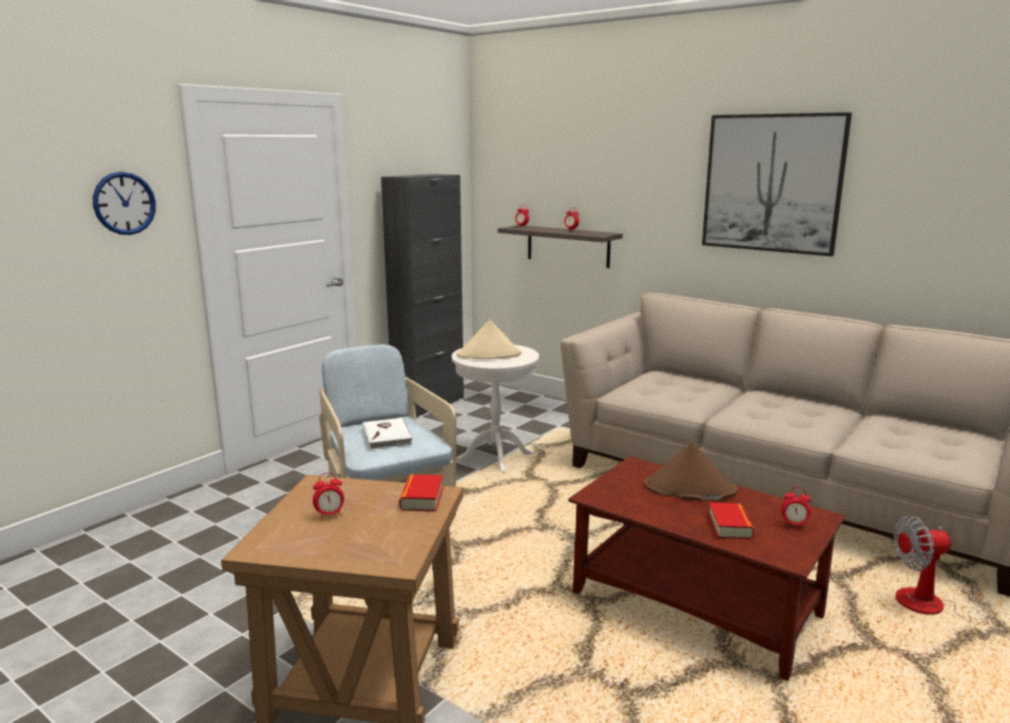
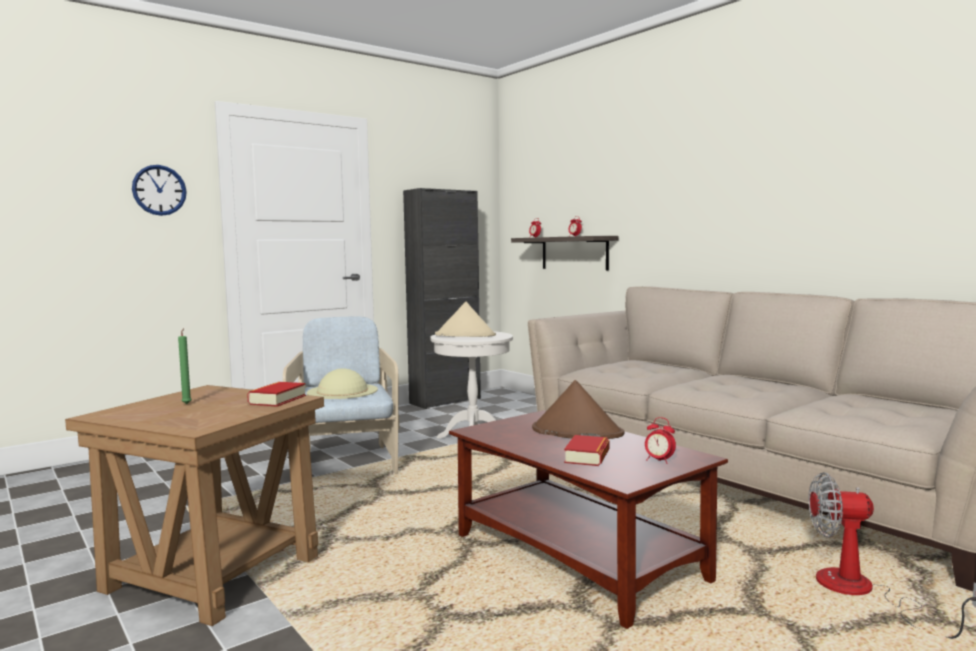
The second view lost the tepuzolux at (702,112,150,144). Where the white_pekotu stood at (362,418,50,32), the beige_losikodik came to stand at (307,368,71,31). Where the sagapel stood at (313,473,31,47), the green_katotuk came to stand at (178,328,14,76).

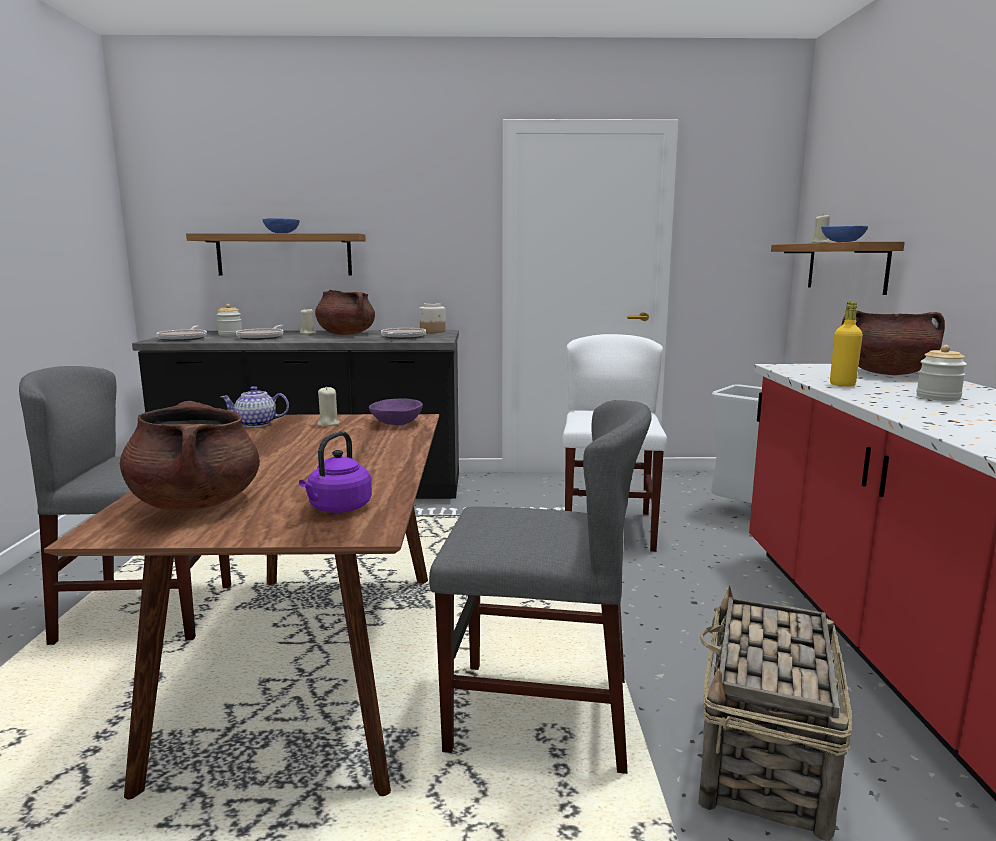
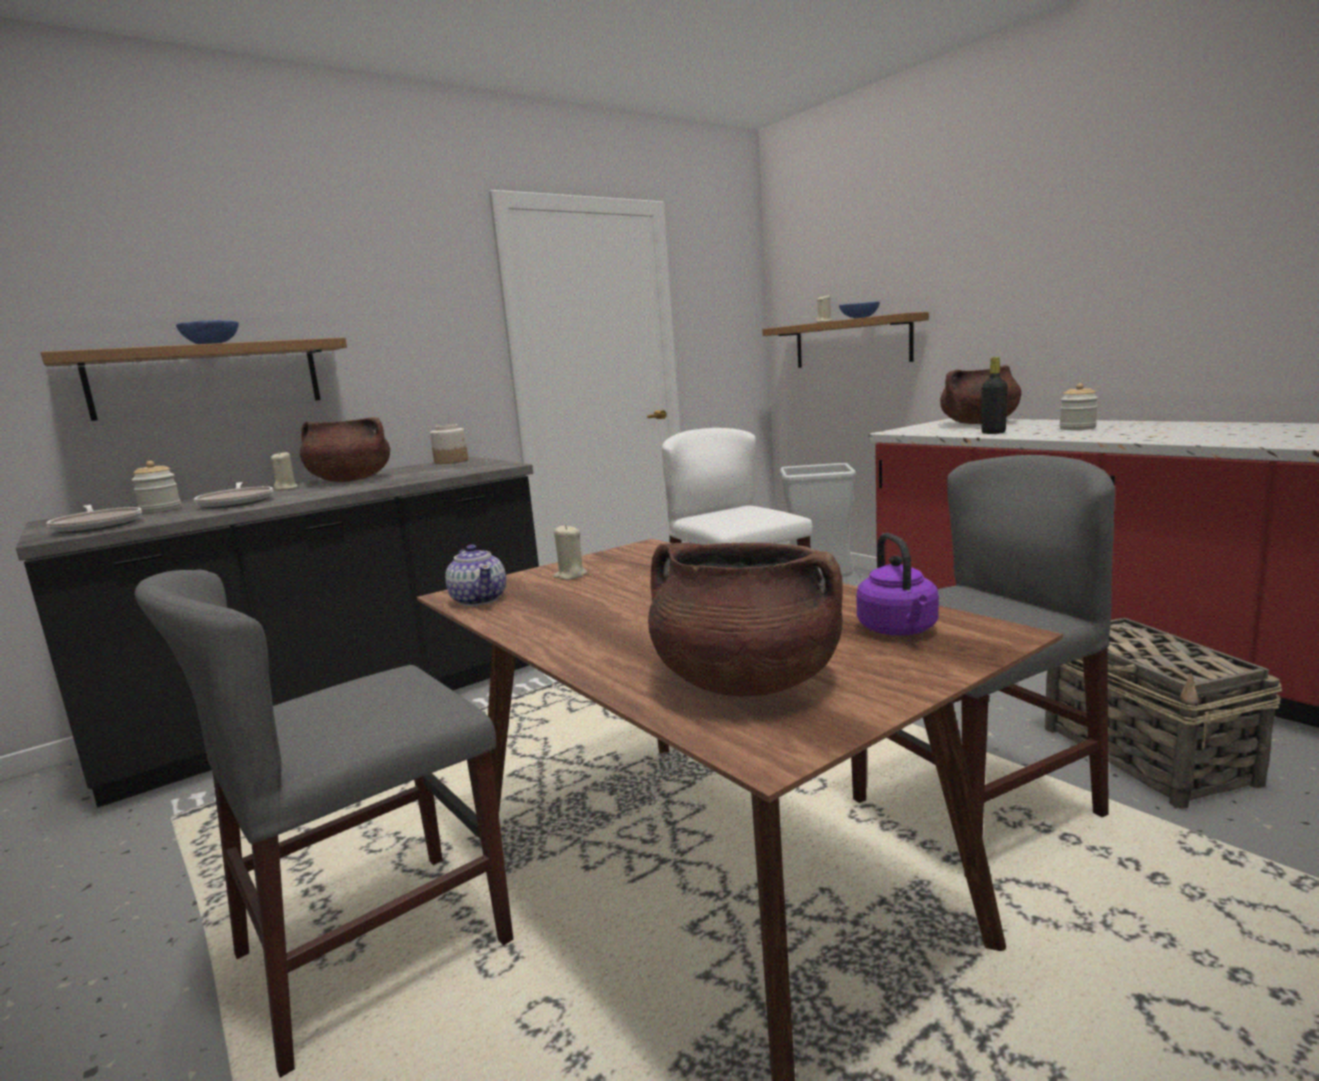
What was the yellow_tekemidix at (830,302,33,85) turned into the black_tekemidix at (981,357,27,77). The second view lost the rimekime at (381,328,45,11). The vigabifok at (220,386,69,41) ended up facing another way, 75 degrees counterclockwise from before. The second view lost the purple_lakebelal at (369,398,54,27).

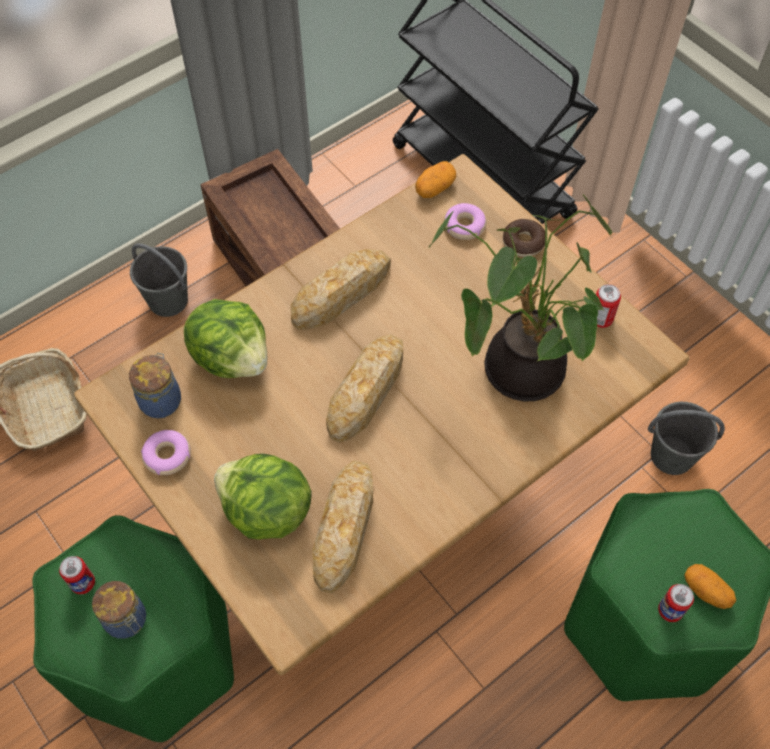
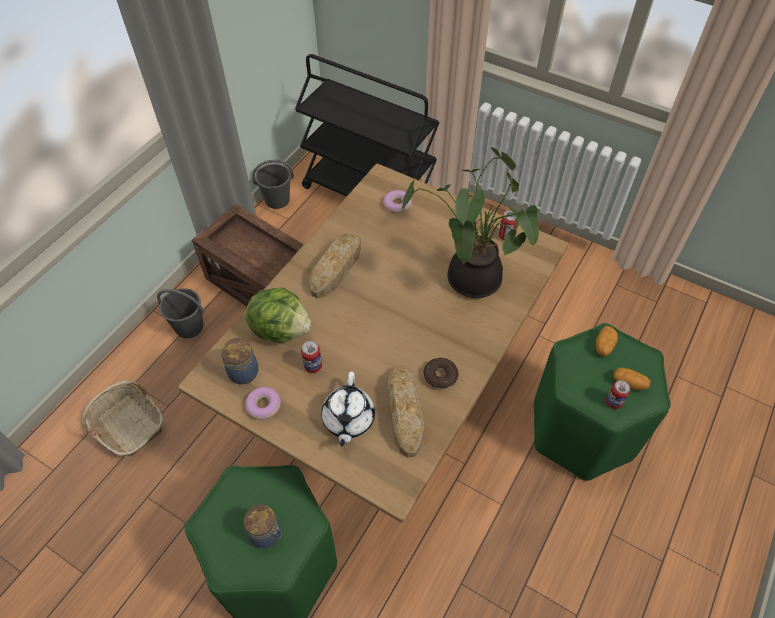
The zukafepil ended up elsewhere, having gone from (415,161,41,37) to (596,326,22,30). The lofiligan ended up elsewhere, having gone from (503,219,42,38) to (423,358,36,32). The second view lost the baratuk at (326,335,77,108). The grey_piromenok ended up elsewhere, having gone from (648,402,77,73) to (252,160,42,49). Where the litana stood at (214,454,98,86), the white_vigabifok came to stand at (321,371,54,76). The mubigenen ended up elsewhere, having gone from (59,556,36,38) to (301,341,21,32).

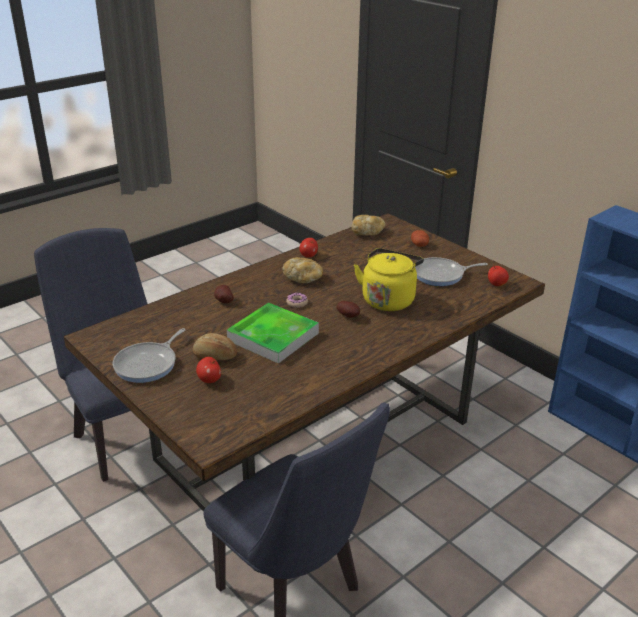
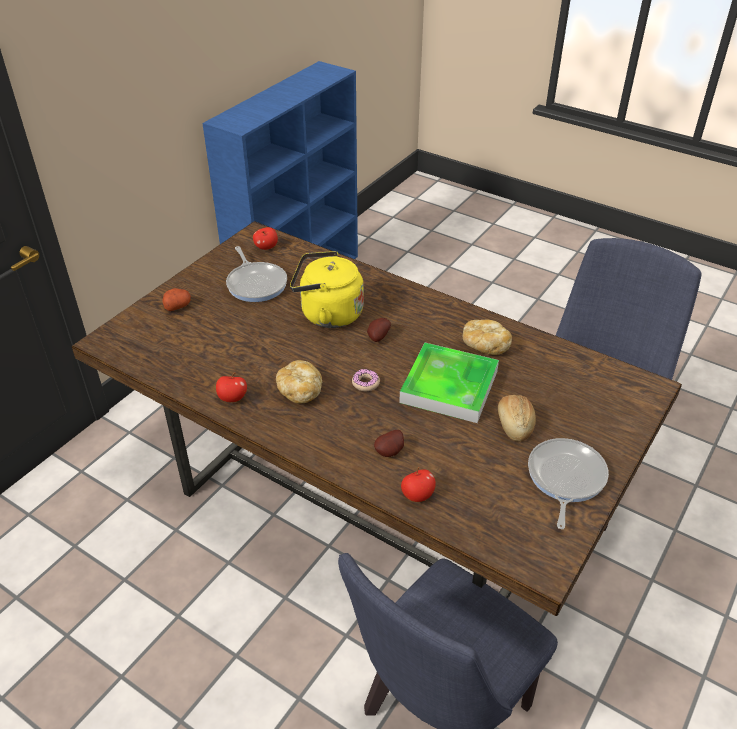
The baratuk ended up elsewhere, having gone from (351,215,35,21) to (463,319,49,36). The rimekime at (112,328,74,55) ended up facing another way, 90 degrees counterclockwise from before. The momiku ended up elsewhere, having gone from (196,357,25,26) to (401,467,35,35).

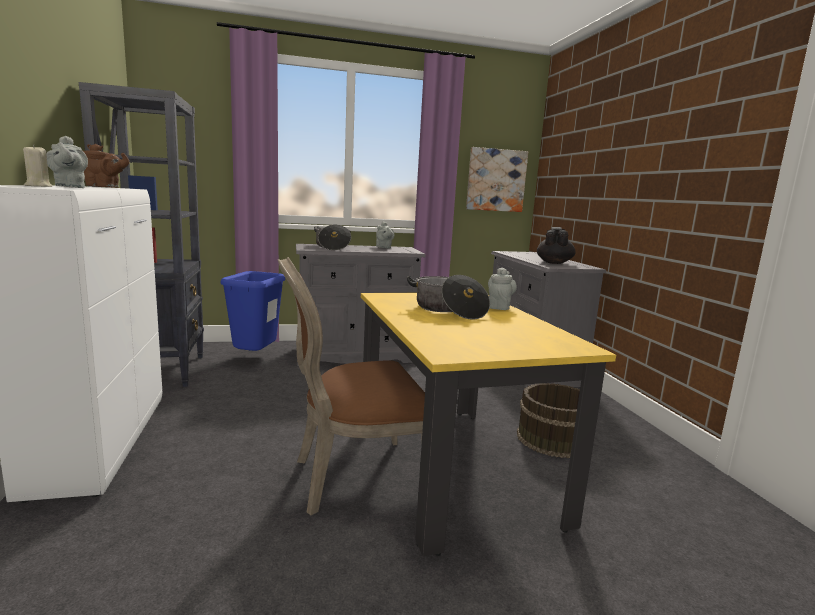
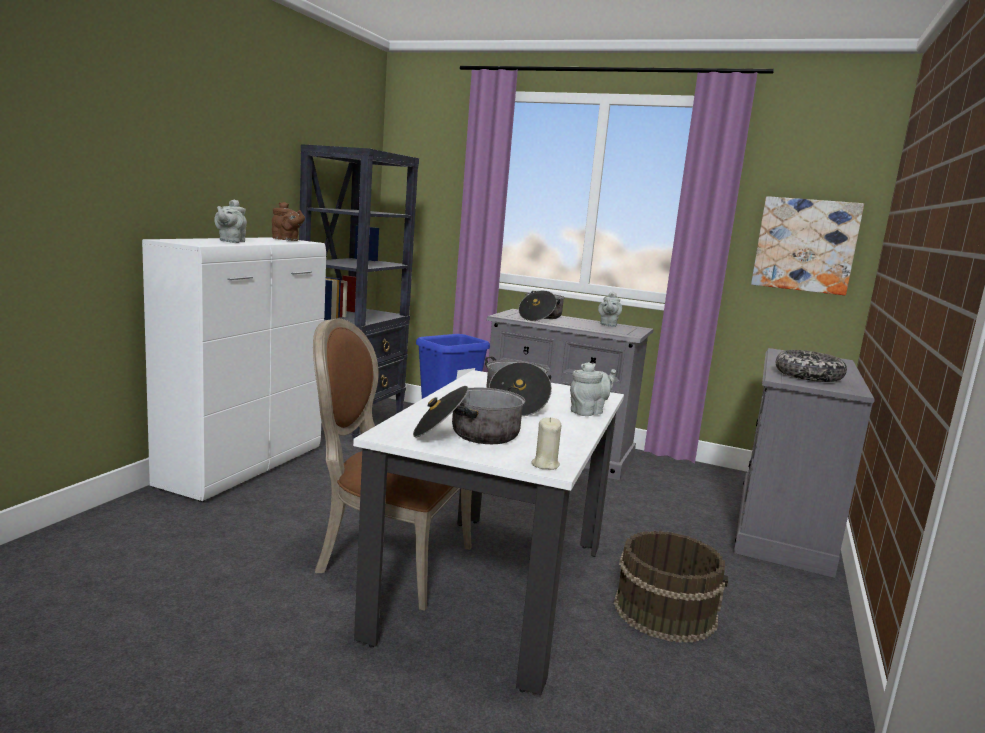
The beige_katotuk ended up elsewhere, having gone from (23,144,30,43) to (531,417,30,53). Where the black_vigabifok stood at (537,227,39,37), the lakebelal came to stand at (776,350,71,32). What was the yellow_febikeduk at (361,293,255,264) turned into the white_febikeduk at (353,370,271,325). The second view gained the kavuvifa at (413,386,112,58).

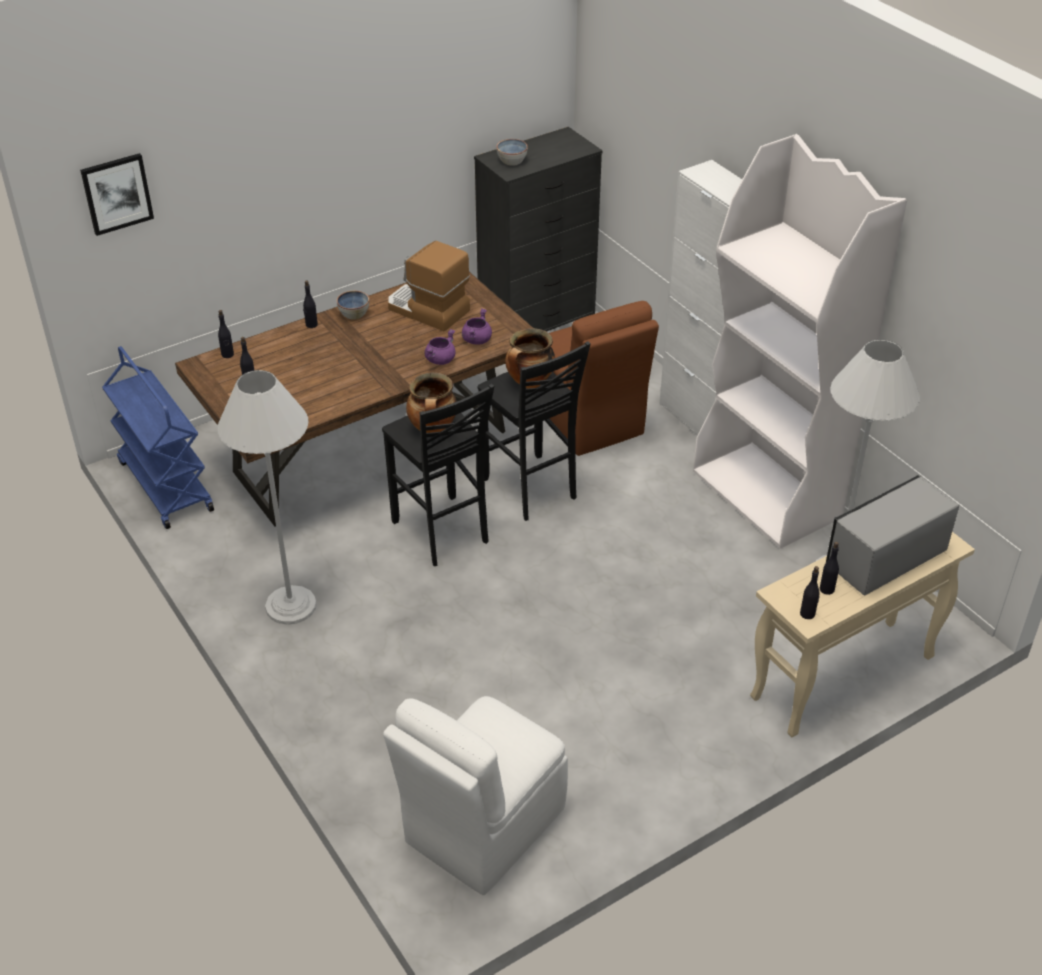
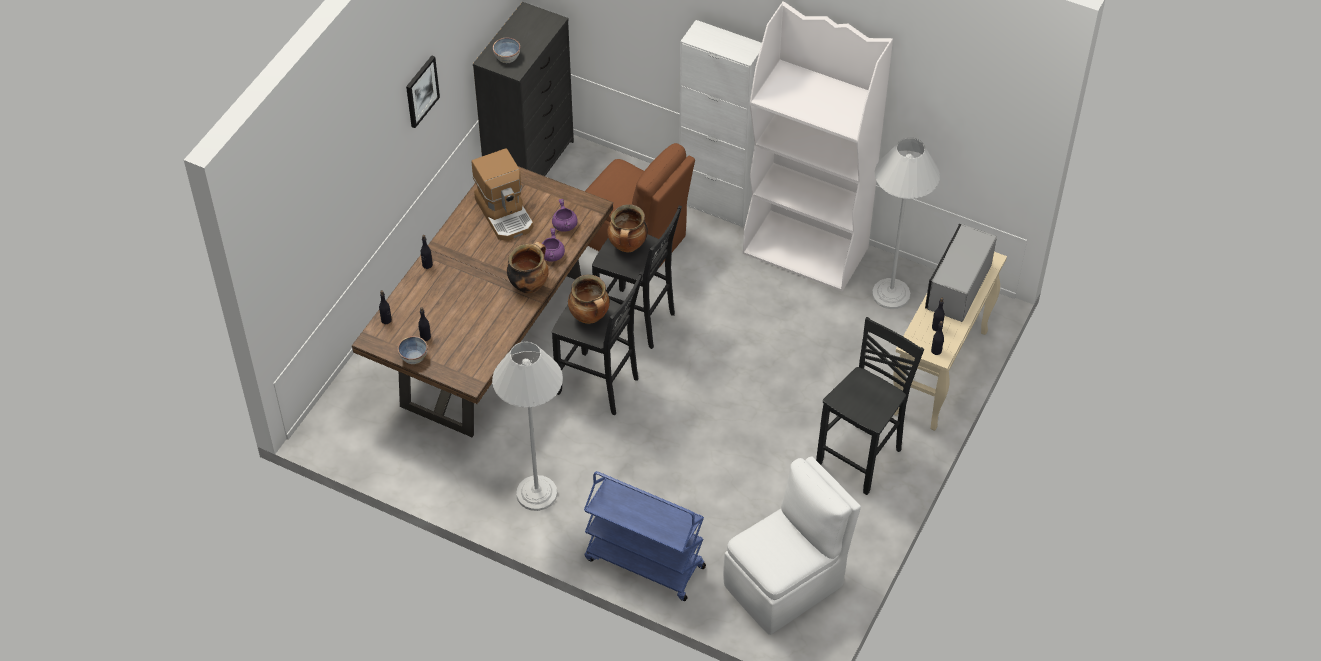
The tepuzolux ended up elsewhere, having gone from (80,153,74,83) to (406,56,34,72). The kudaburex at (388,241,82,91) ended up facing another way, 120 degrees counterclockwise from before. The lakebelal ended up elsewhere, having gone from (336,291,33,28) to (398,336,29,28). The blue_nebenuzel ended up elsewhere, having gone from (102,346,112,183) to (584,471,122,130). The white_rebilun at (383,696,185,199) ended up facing another way, 135 degrees counterclockwise from before. The second view gained the kavuvifa at (507,241,42,52). The second view gained the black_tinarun at (816,317,108,178).

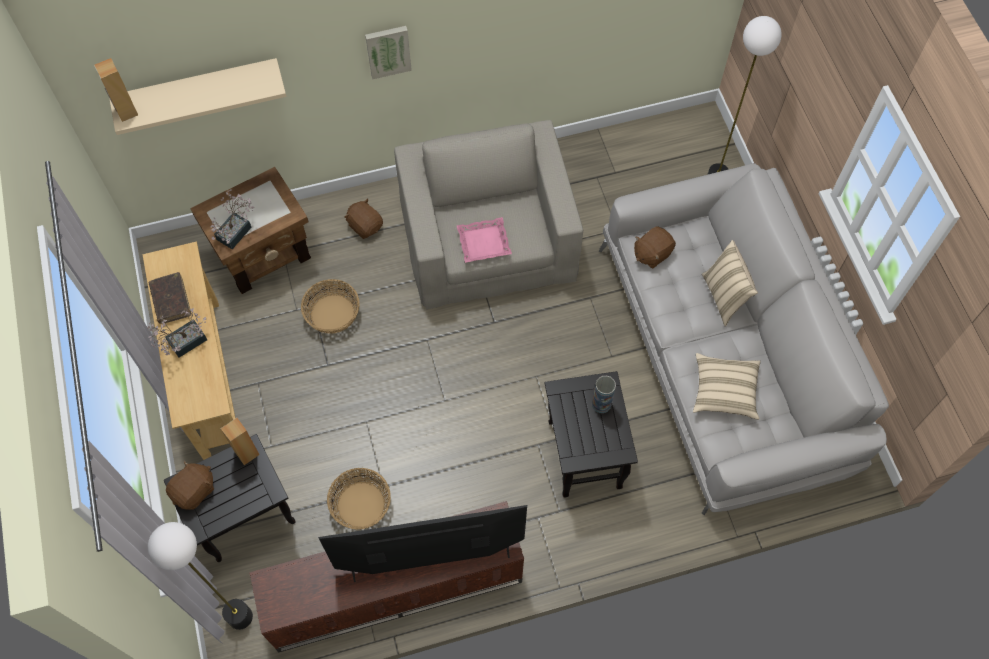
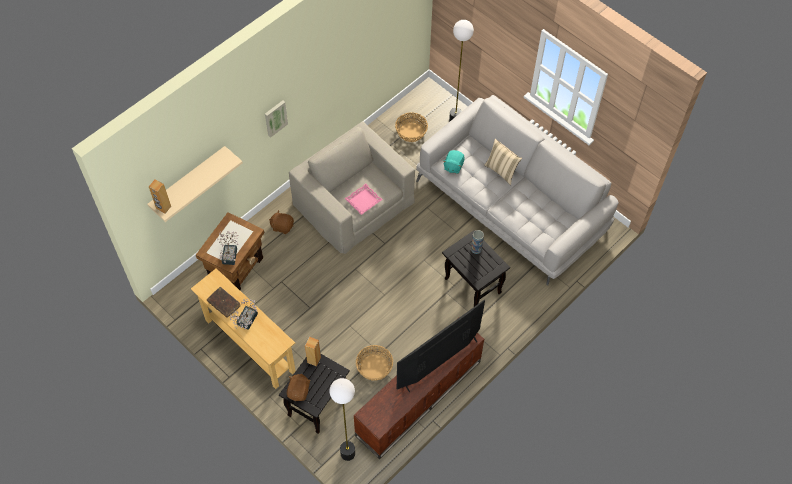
What was the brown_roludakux at (634,226,42,43) turned into the turquoise_roludakux at (443,150,22,24). The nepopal ended up elsewhere, having gone from (301,279,59,55) to (395,113,33,29). The second view lost the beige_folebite at (693,353,67,67).

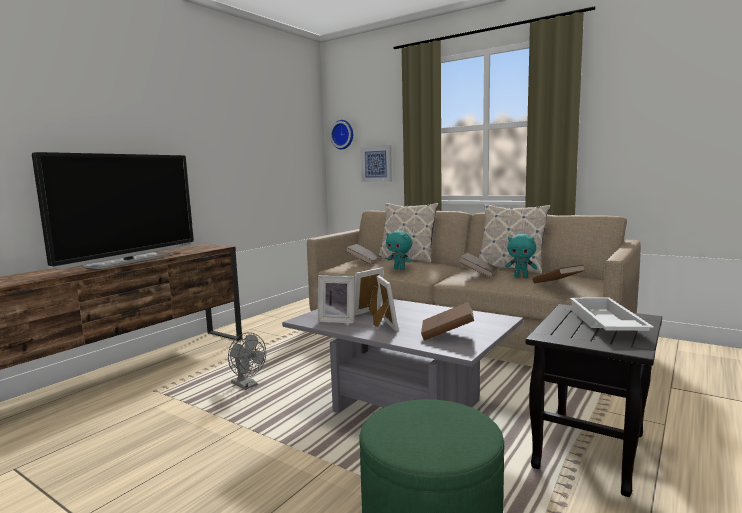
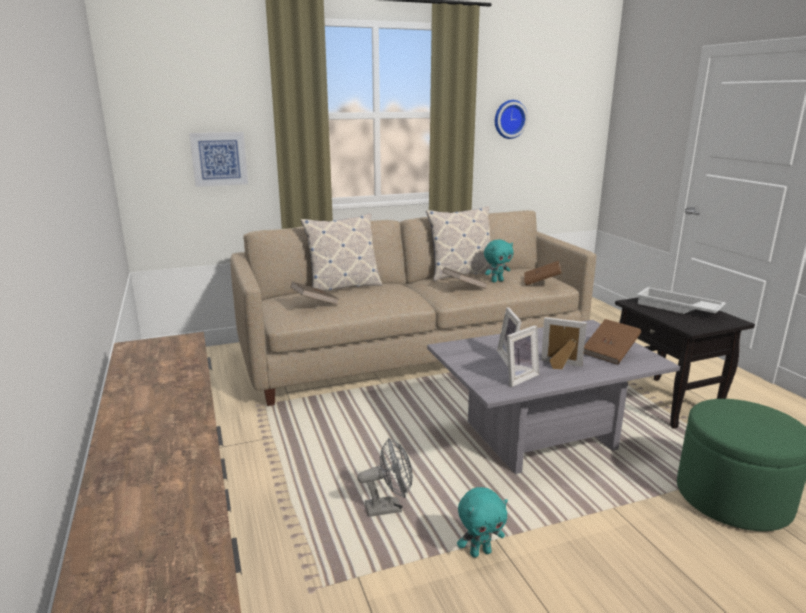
The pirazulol ended up elsewhere, having gone from (330,120,23,29) to (495,100,33,39). The second view lost the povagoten at (32,152,162,118). The turquoise_roludakux ended up elsewhere, having gone from (386,230,26,40) to (457,487,51,71).

